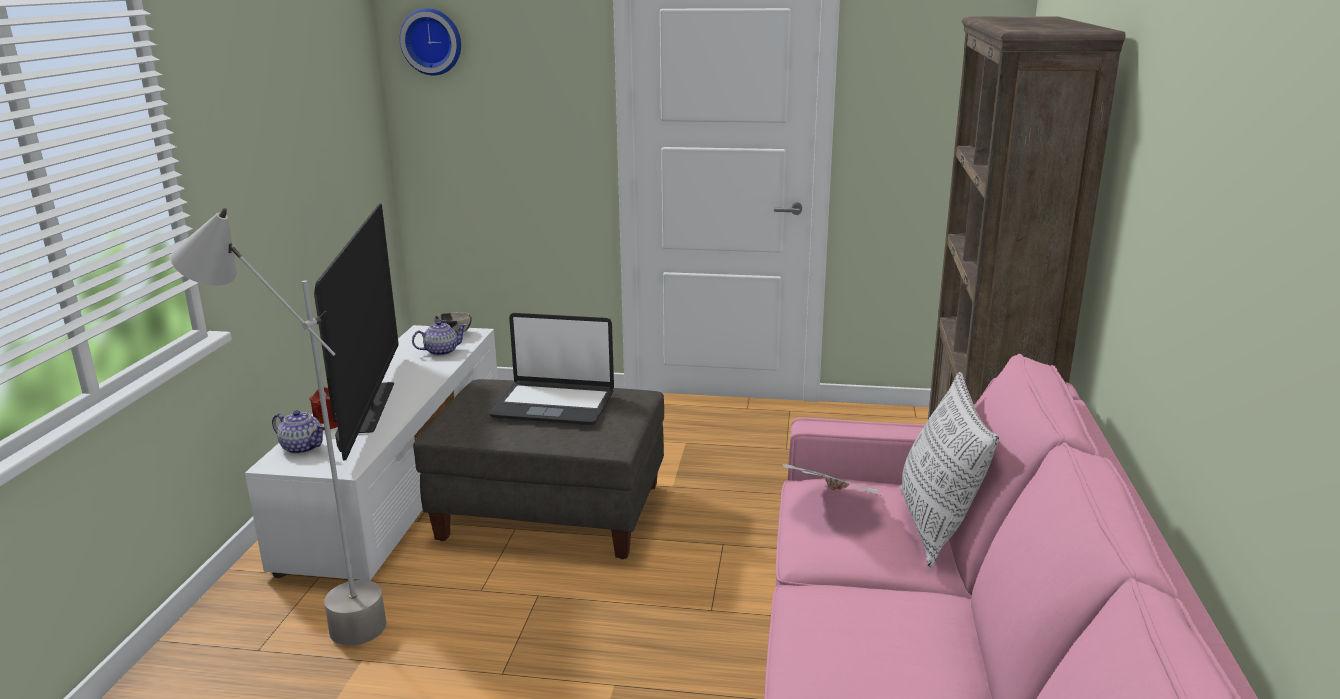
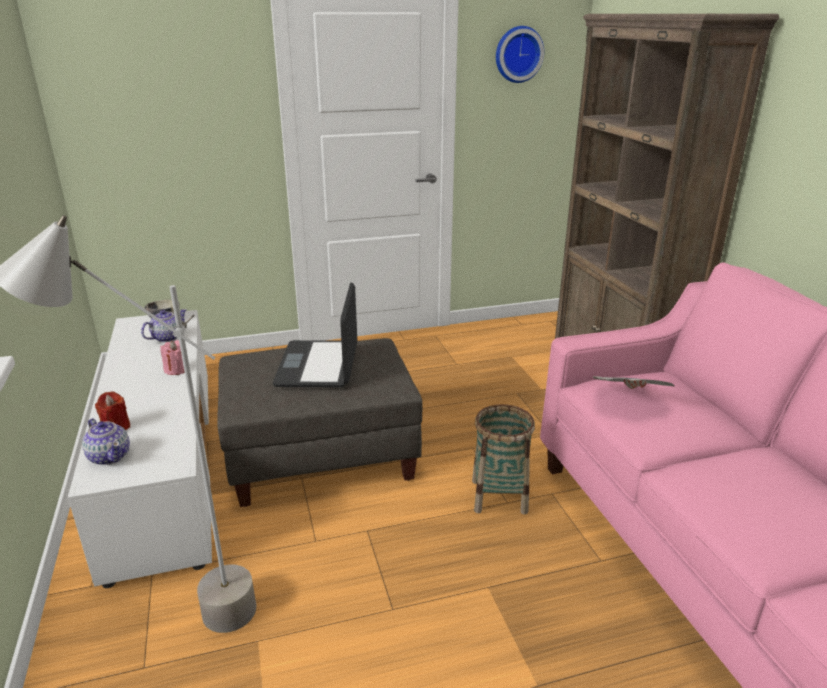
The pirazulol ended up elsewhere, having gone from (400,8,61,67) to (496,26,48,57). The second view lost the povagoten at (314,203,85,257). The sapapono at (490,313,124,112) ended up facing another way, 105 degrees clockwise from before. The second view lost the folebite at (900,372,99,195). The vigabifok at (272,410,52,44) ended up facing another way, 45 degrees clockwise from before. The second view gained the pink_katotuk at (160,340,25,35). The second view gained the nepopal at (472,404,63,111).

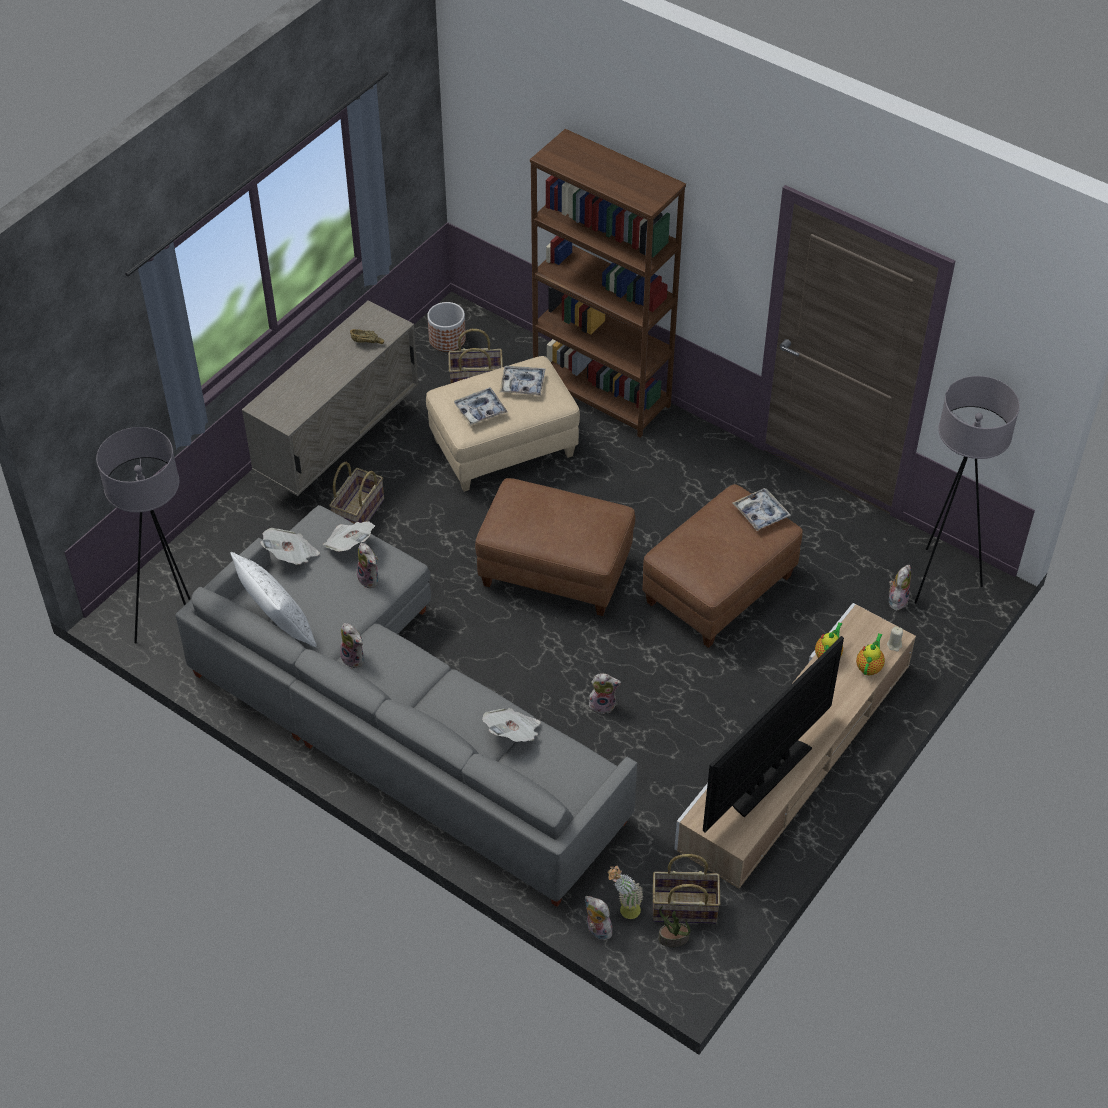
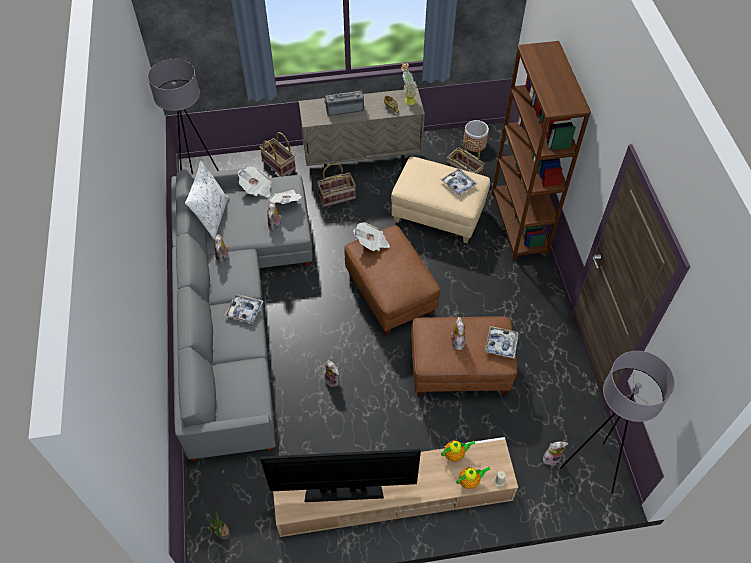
The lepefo ended up elsewhere, having gone from (454,387,53,39) to (224,294,40,30). The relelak ended up elsewhere, having gone from (482,708,59,34) to (353,222,37,29). The nepopal ended up elsewhere, having gone from (653,854,67,70) to (260,132,36,45). The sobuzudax ended up elsewhere, having gone from (607,866,36,53) to (401,63,16,42). The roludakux ended up elsewhere, having gone from (585,896,28,44) to (450,317,15,33). The second view gained the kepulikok at (324,90,40,26).

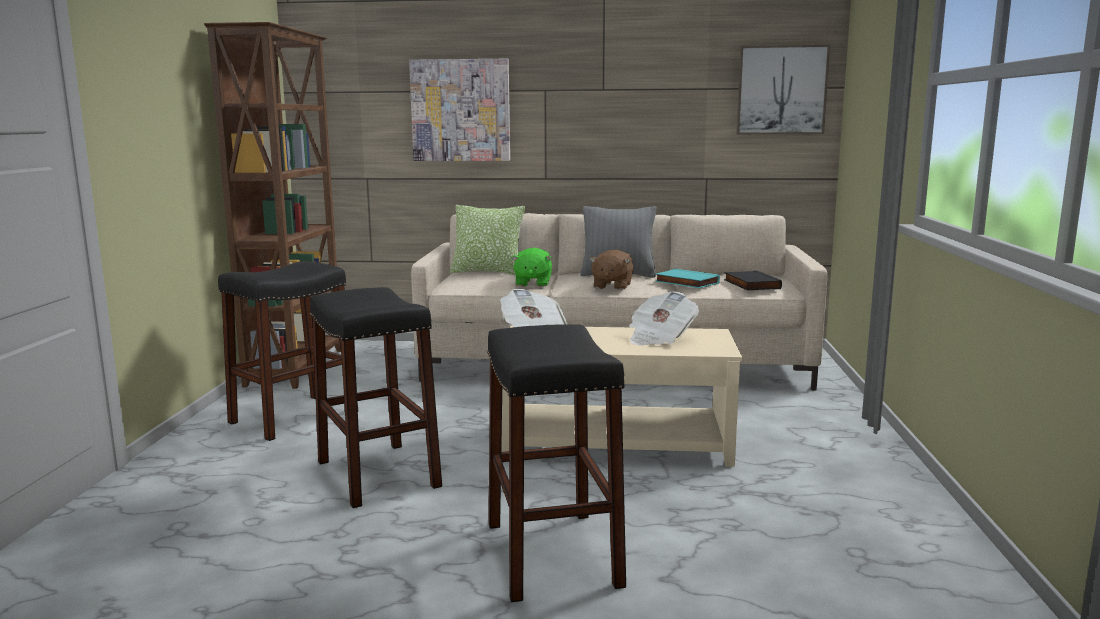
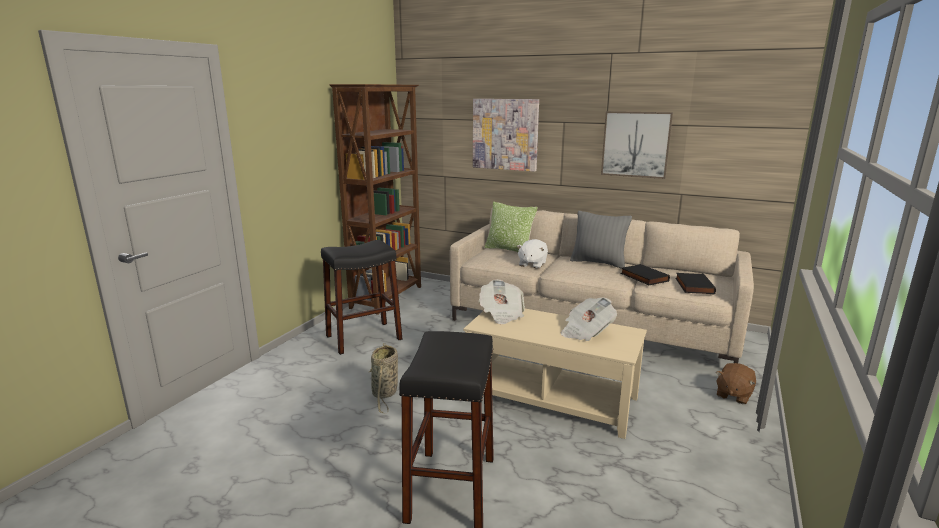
The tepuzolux ended up elsewhere, having gone from (737,45,93,89) to (601,111,72,68). What was the green_roludakux at (511,248,41,39) turned into the white_roludakux at (517,239,31,30). The brown_roludakux ended up elsewhere, having gone from (589,249,45,41) to (716,363,40,41). What was the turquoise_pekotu at (655,269,65,19) turned into the black_pekotu at (620,264,50,21). Where the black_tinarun stood at (310,287,132,221), the nepopal came to stand at (369,343,29,70).

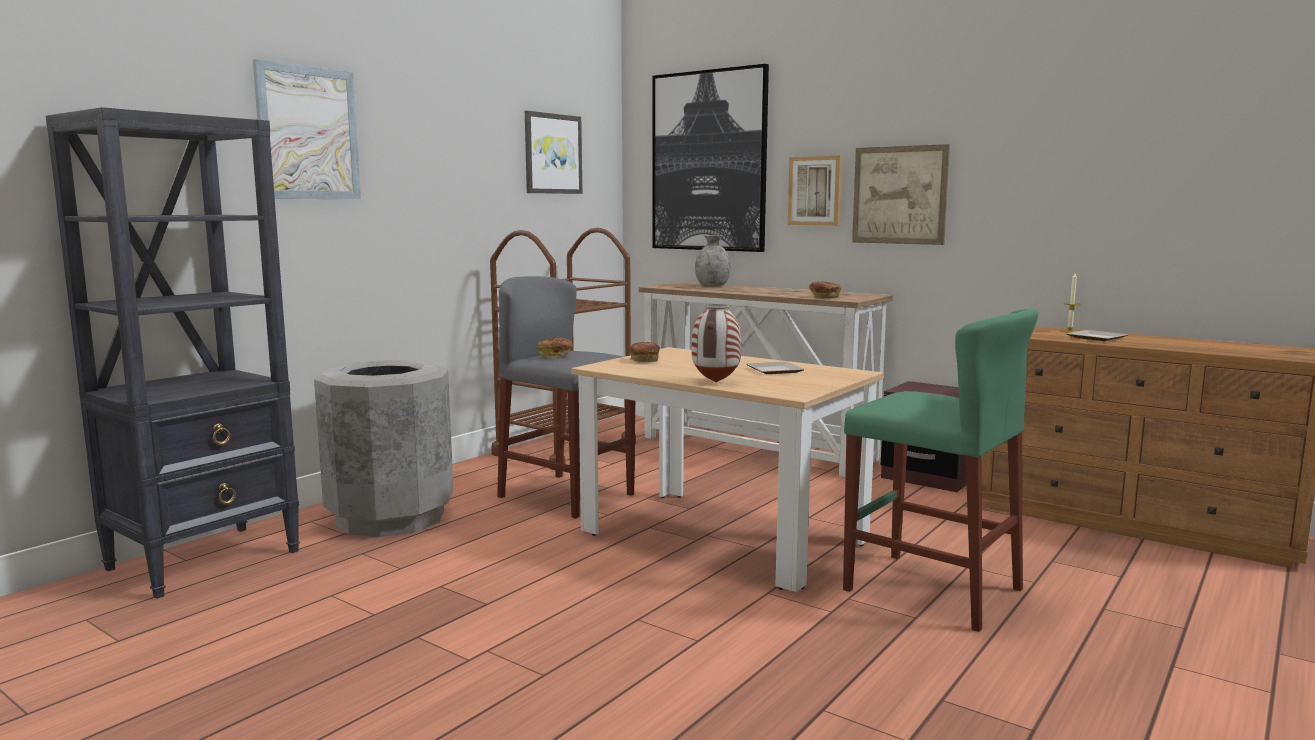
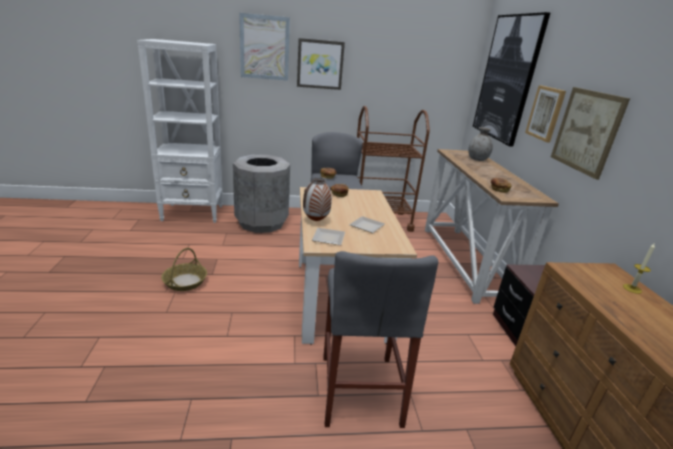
What was the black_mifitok at (46,107,254,492) turned into the white_mifitok at (137,39,86,184). The tepuzolux ended up elsewhere, having gone from (525,111,57,83) to (297,38,48,52). What was the green_tinarun at (843,308,195,324) turned into the grey_tinarun at (323,251,115,177). The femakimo ended up elsewhere, having gone from (1067,330,60,11) to (312,228,33,17). The second view gained the nepopal at (161,248,46,43).

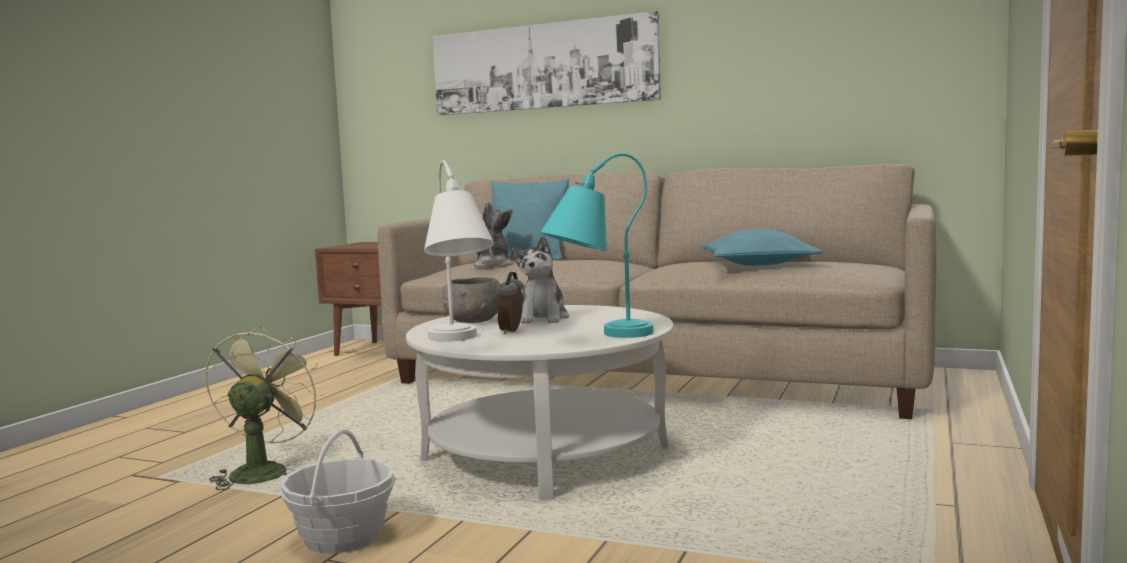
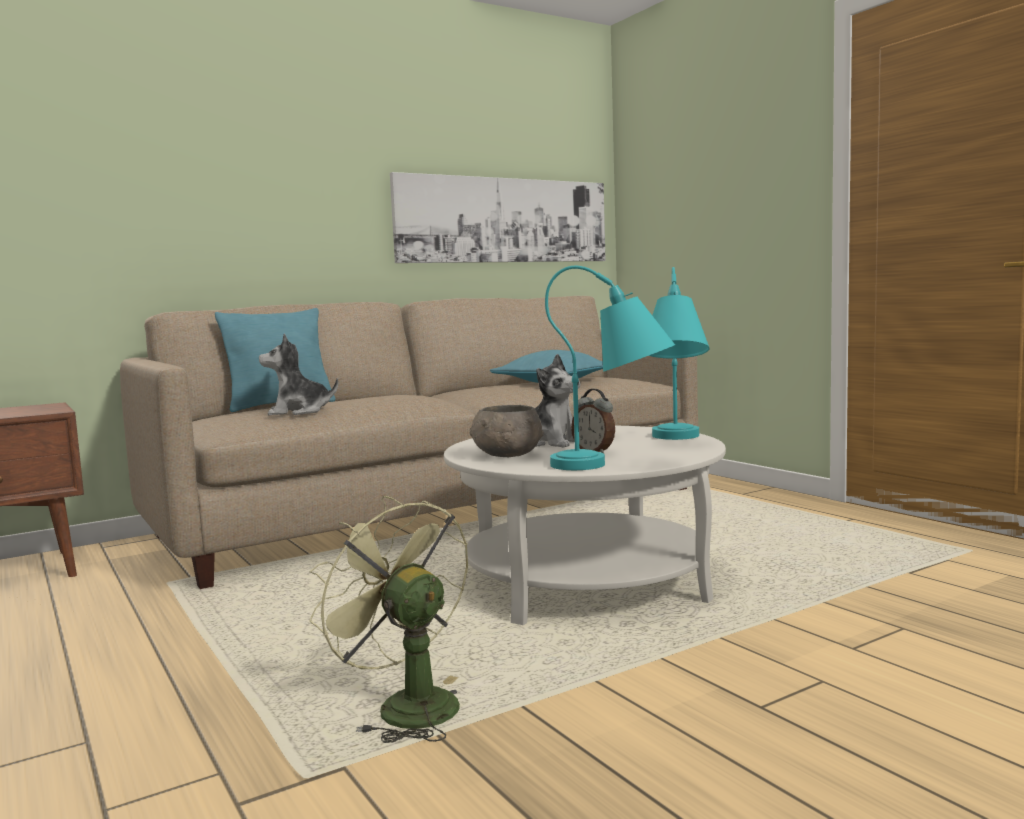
The tepuzolux ended up elsewhere, having gone from (433,11,228,104) to (390,172,216,91). What was the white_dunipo at (424,160,70,182) turned into the turquoise_dunipo at (545,266,130,204). The roludakux at (474,202,40,65) ended up facing another way, 45 degrees counterclockwise from before. The second view lost the nepopal at (280,429,116,125).

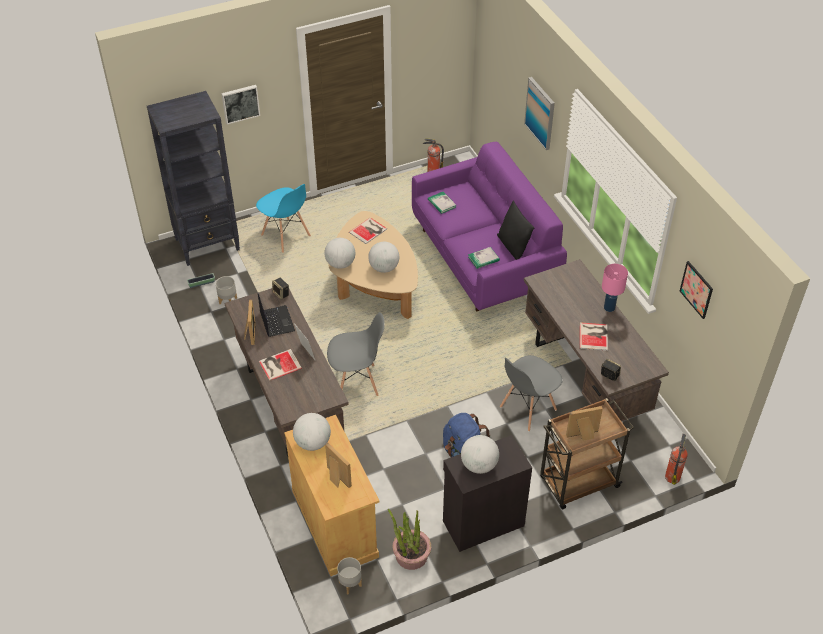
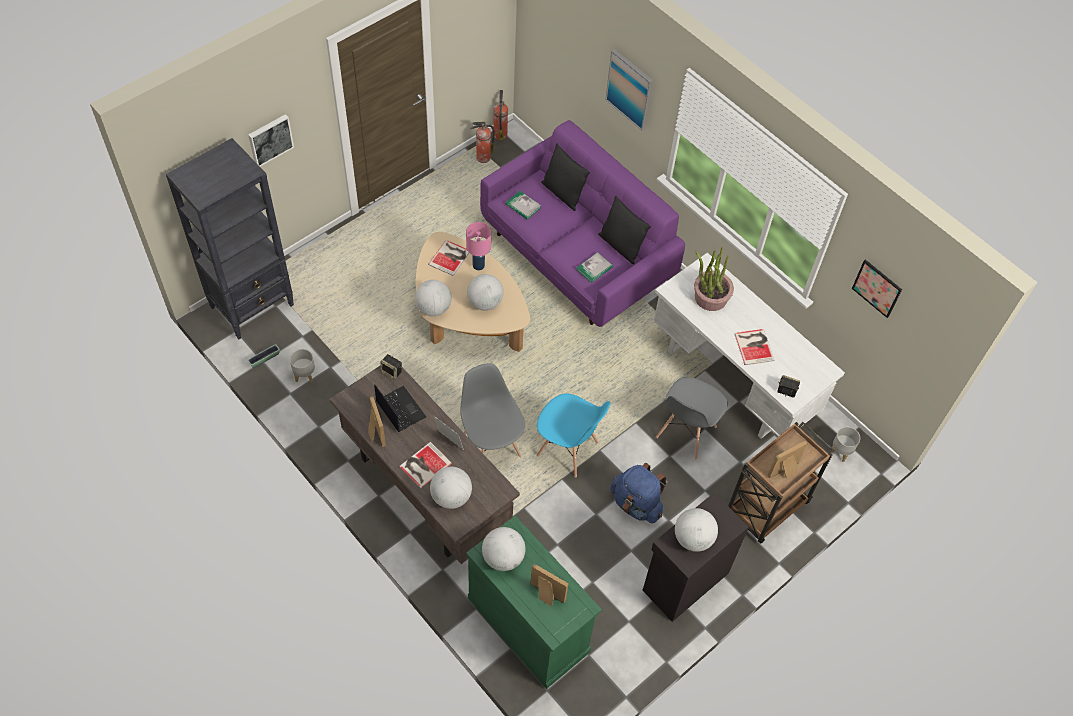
The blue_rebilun ended up elsewhere, having gone from (256,184,55,69) to (536,393,74,85). What was the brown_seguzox at (524,259,145,162) turned into the white_seguzox at (653,253,192,186). The pink_dunipo ended up elsewhere, having gone from (602,264,26,48) to (466,222,25,48). The grey_rebilun at (327,312,58,84) ended up facing another way, 90 degrees counterclockwise from before. What was the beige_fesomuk at (284,415,96,161) turned into the green_fesomuk at (466,515,136,174). The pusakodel ended up elsewhere, having gone from (665,434,23,51) to (493,90,15,50). The sobuzudax ended up elsewhere, having gone from (388,509,43,61) to (694,247,40,64). The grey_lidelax ended up elsewhere, having gone from (337,557,25,38) to (830,427,30,35). The second view gained the black_folebite at (541,143,49,68). The second view gained the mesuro at (430,467,42,42).

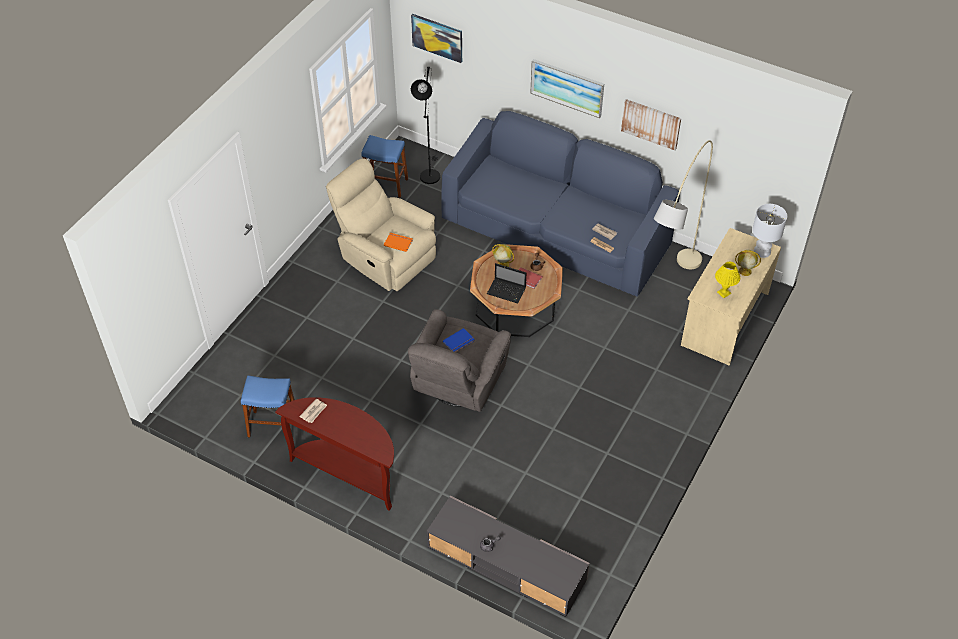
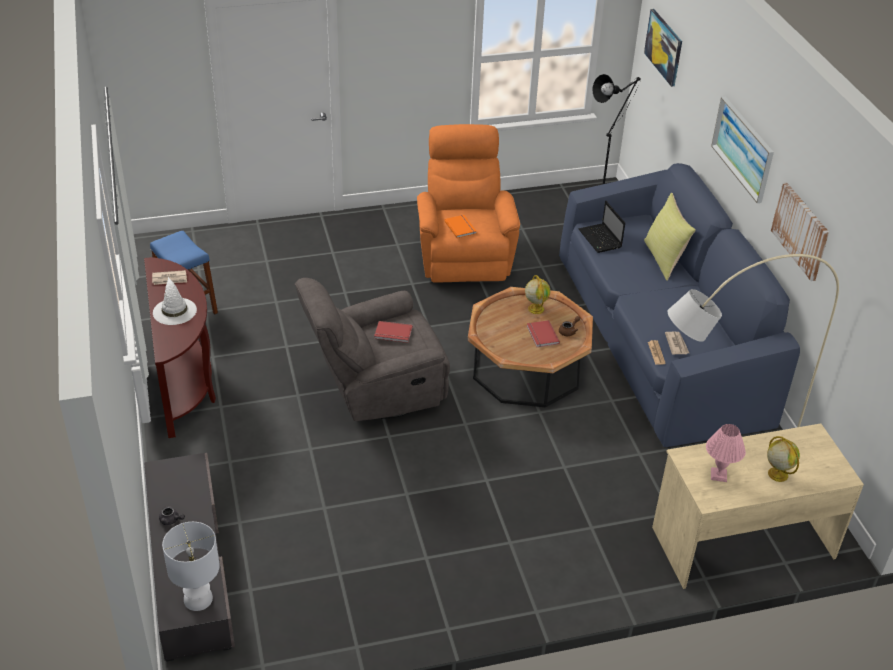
The second view lost the blue_tinarun at (361,135,47,63). What was the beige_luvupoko at (326,158,110,133) turned into the orange_luvupoko at (417,124,103,159). The white_dunipo ended up elsewhere, having gone from (752,204,35,54) to (162,522,58,89). What was the yellow_dunipo at (715,262,25,36) turned into the pink_dunipo at (706,424,40,58). The sapapono ended up elsewhere, having gone from (487,263,39,40) to (578,201,47,52). What was the blue_pekotu at (443,328,31,24) turned into the red_pekotu at (374,321,39,22). The second view gained the yellow_folebite at (644,193,52,87). The second view gained the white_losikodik at (153,277,44,48).

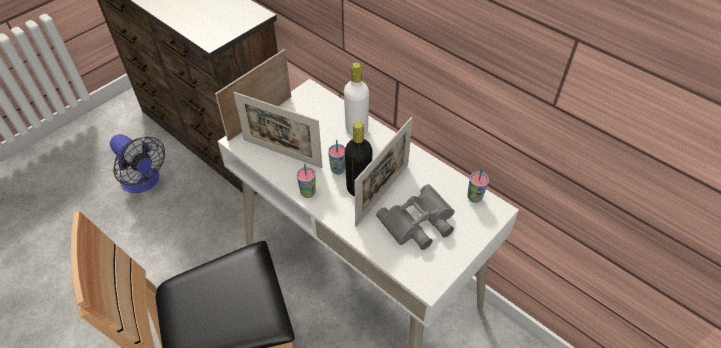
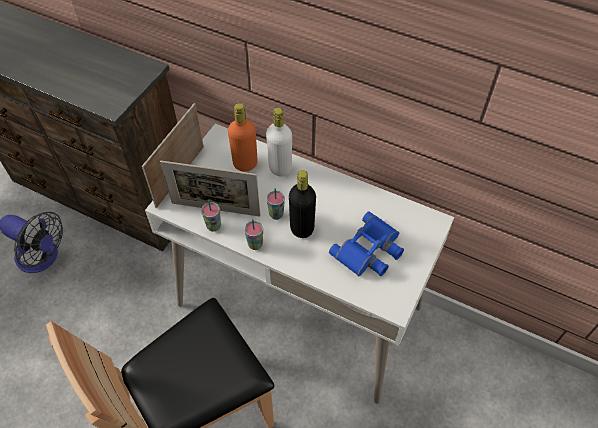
The second view lost the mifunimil at (354,117,59,110). The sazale ended up elsewhere, having gone from (467,168,22,35) to (201,200,20,32). What was the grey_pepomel at (376,184,79,66) turned into the blue_pepomel at (329,211,75,65). The second view gained the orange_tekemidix at (228,103,30,69).

